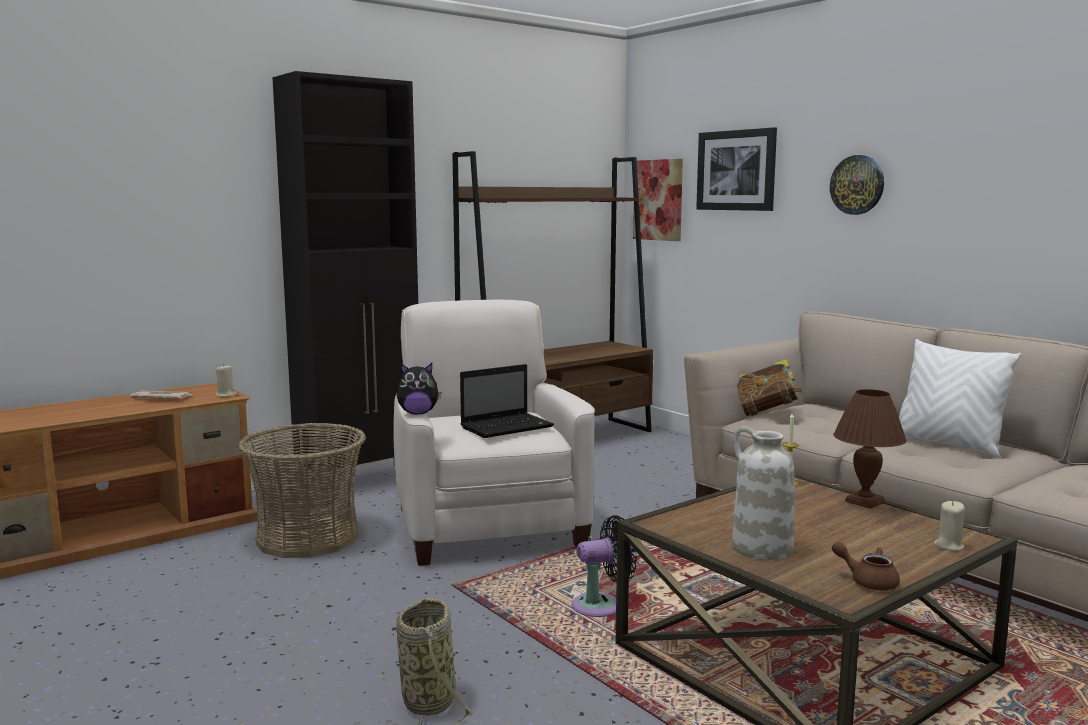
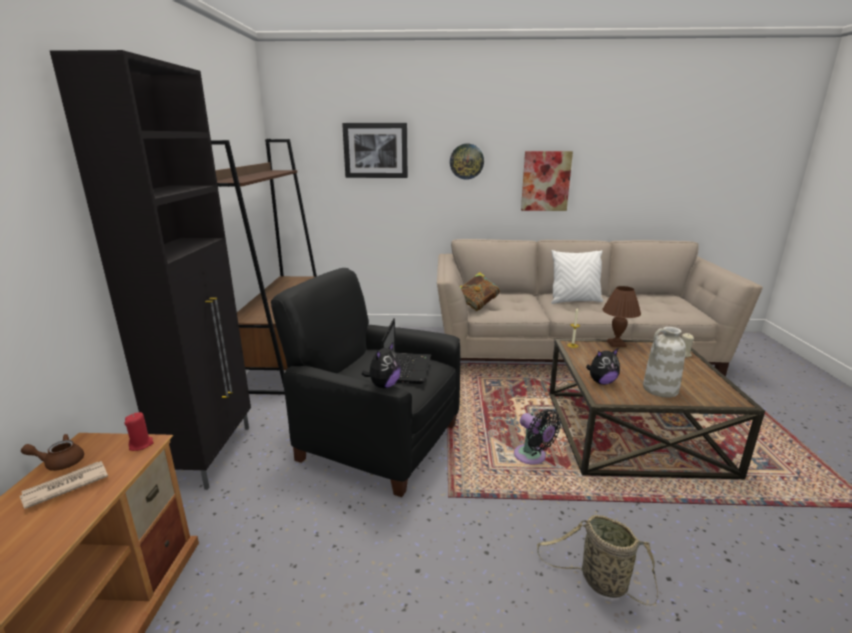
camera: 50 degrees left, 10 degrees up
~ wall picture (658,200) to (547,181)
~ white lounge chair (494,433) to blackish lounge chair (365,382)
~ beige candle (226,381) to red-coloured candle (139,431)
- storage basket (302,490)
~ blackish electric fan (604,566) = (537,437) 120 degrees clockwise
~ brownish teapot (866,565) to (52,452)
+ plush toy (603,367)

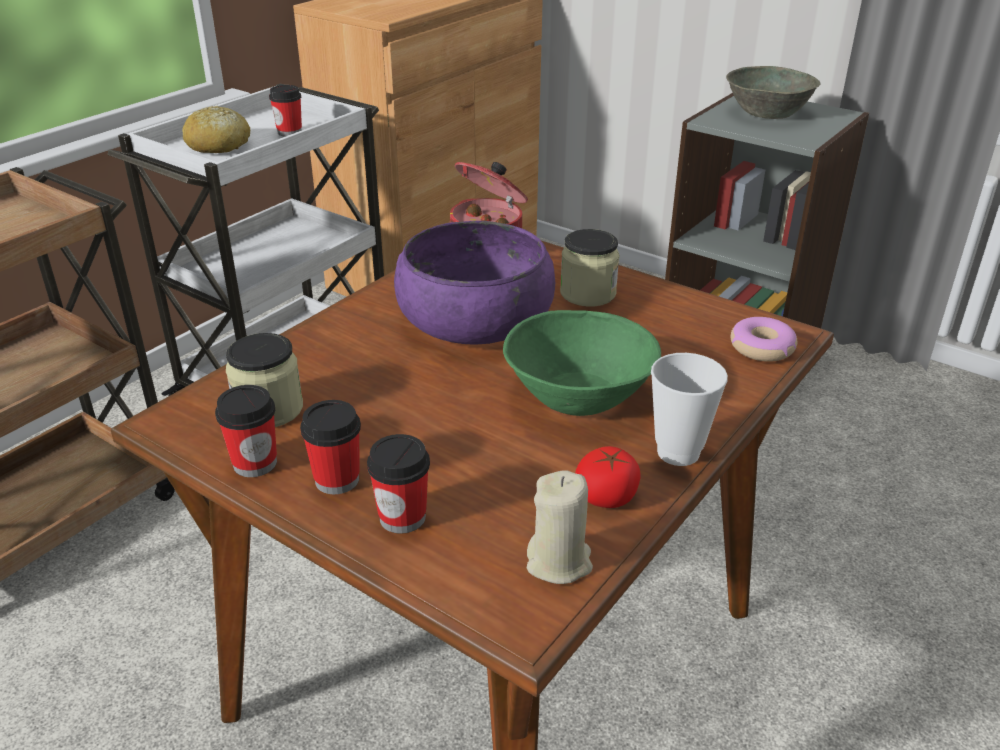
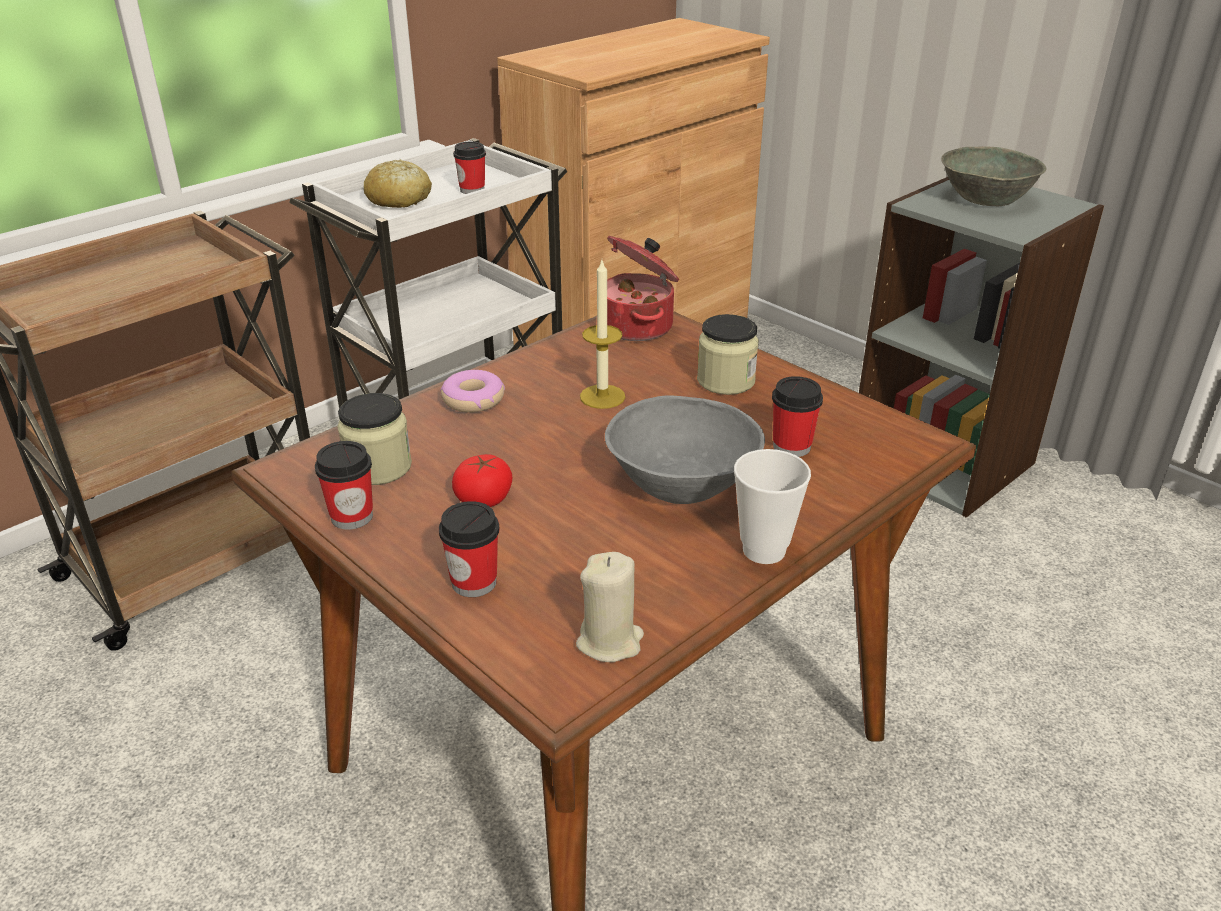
camera: 10 degrees right, 0 degrees up
~ purplish deep dish (474,283) to candle (602,334)
~ green-coloured deep dish (582,363) to greyish deep dish (685,449)
~ doughnut (764,339) to (472,391)
~ drinking cup (330,447) to (797,416)
~ fresh tomato (608,477) to (482,480)

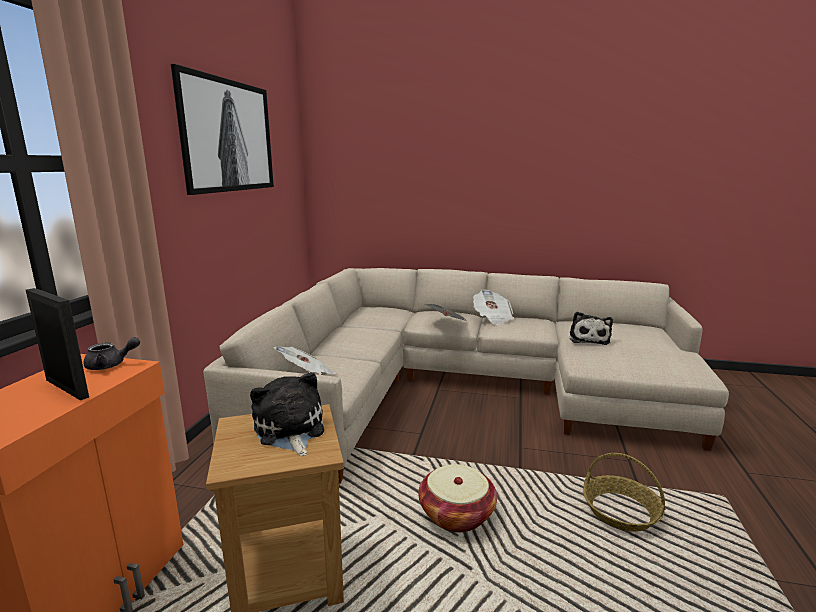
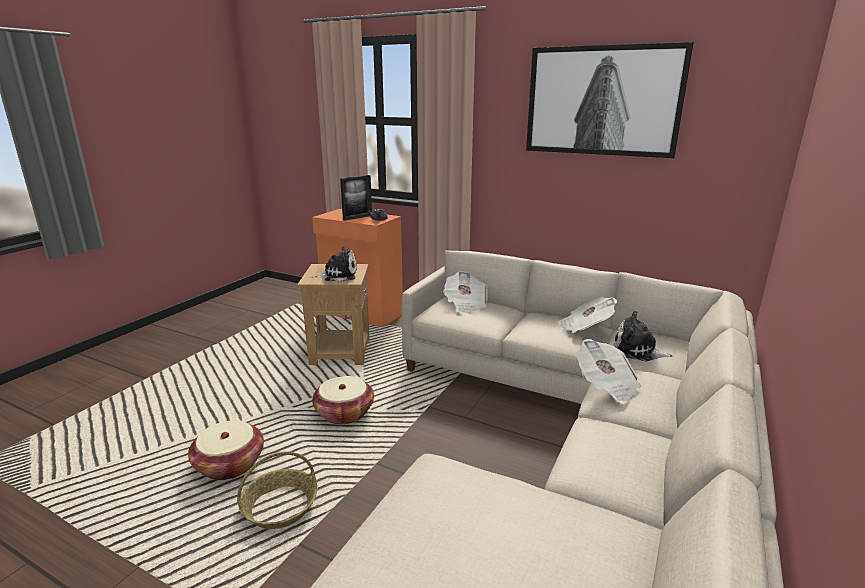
camera: 105 degrees right, 5 degrees up
~ newspaper (493,307) to (587,315)
~ plush toy (591,328) to (643,336)
+ storage basket (226,450)

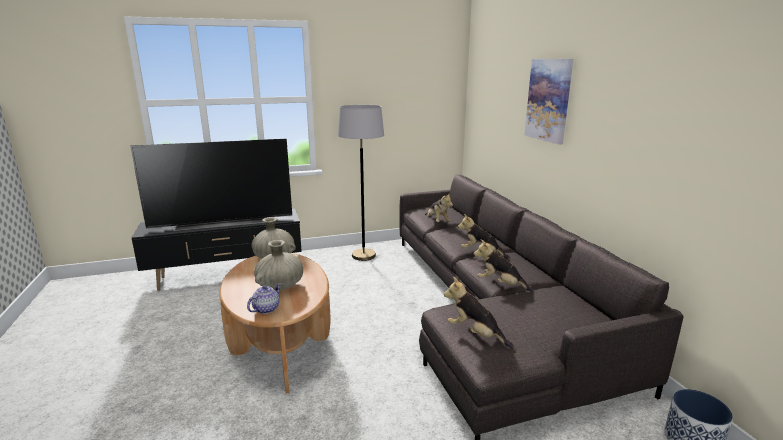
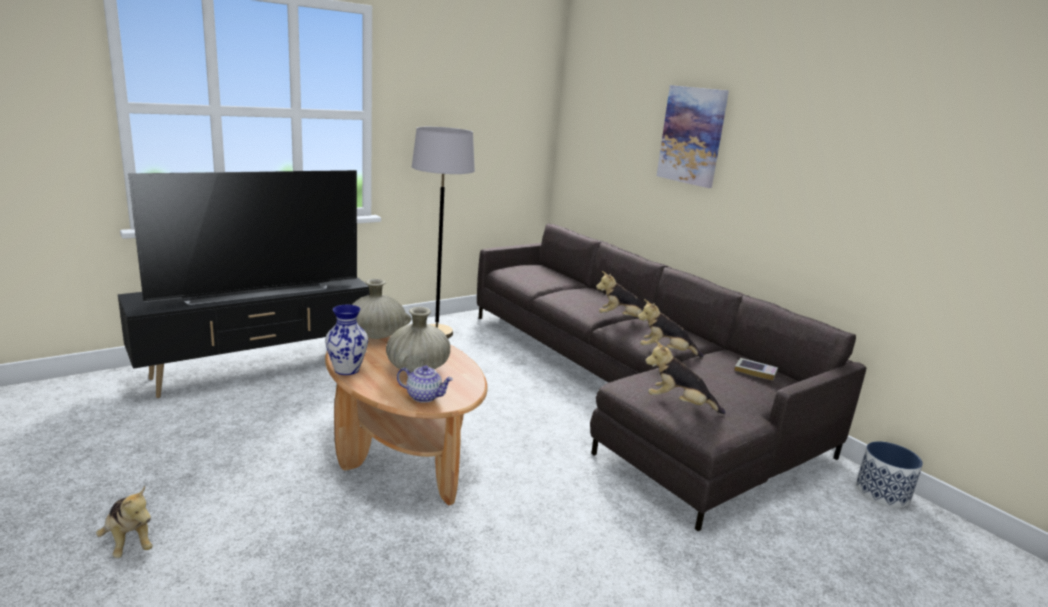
camera: 20 degrees left, 0 degrees up
~ plush toy (439,207) to (124,522)
~ teapot (264,298) = (425,384) 90 degrees clockwise
+ vase (346,340)
+ volume (756,369)

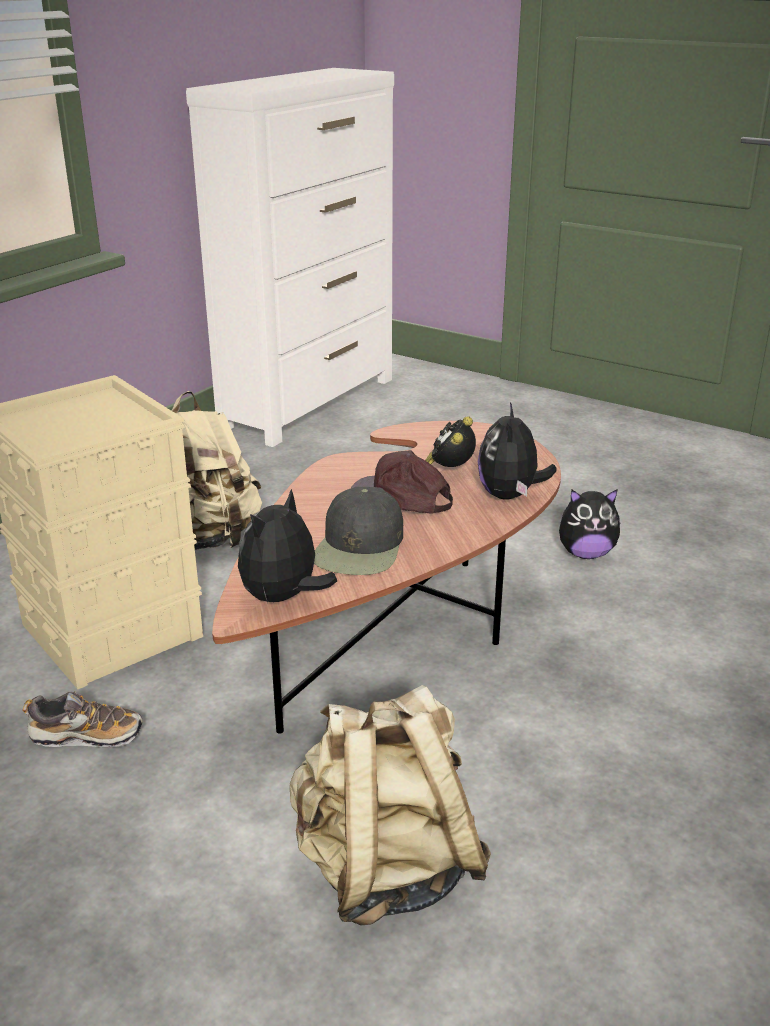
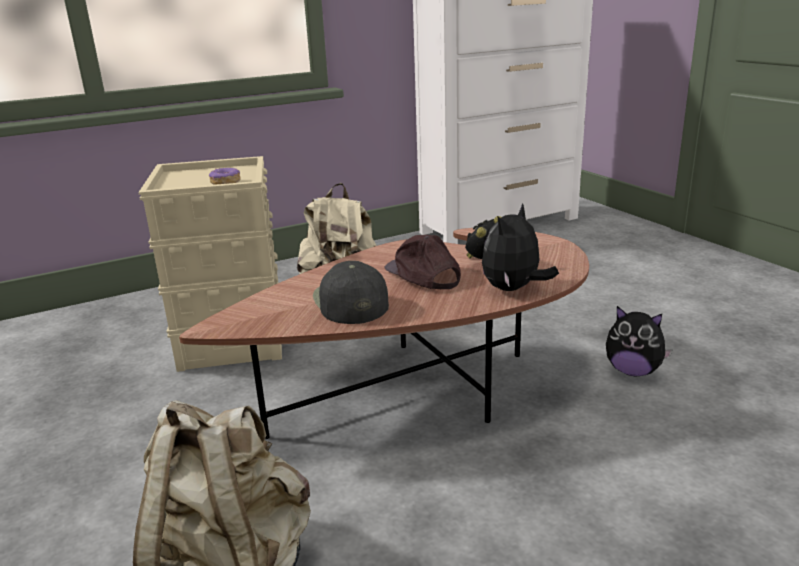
camera: 30 degrees right, 5 degrees down
~ blackish peaked cap (358,531) = (351,292) 120 degrees clockwise
- plush toy (287,546)
- shoe (82,719)
+ doughnut (225,176)

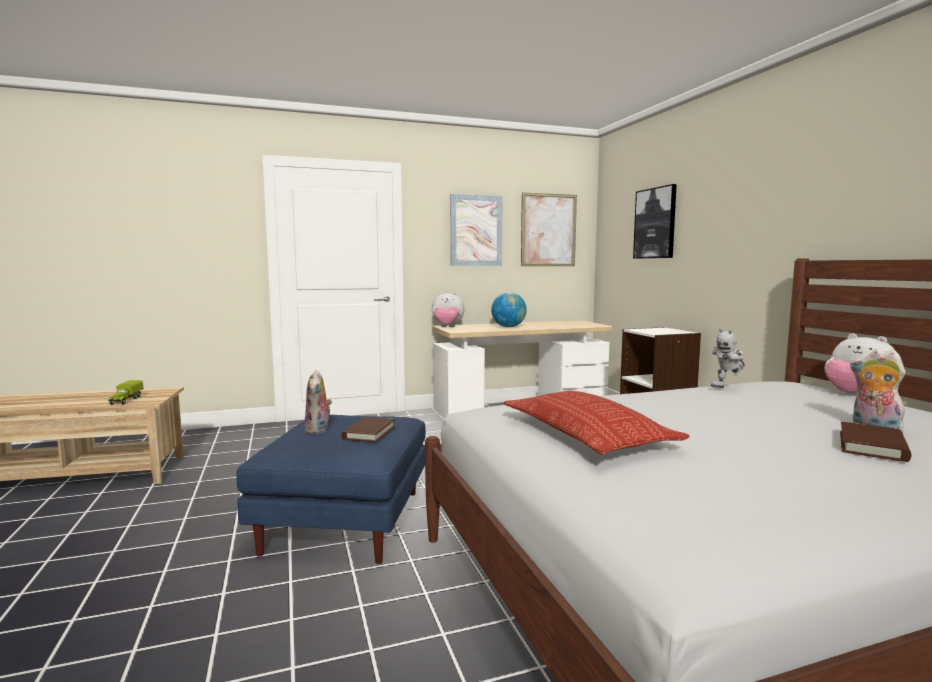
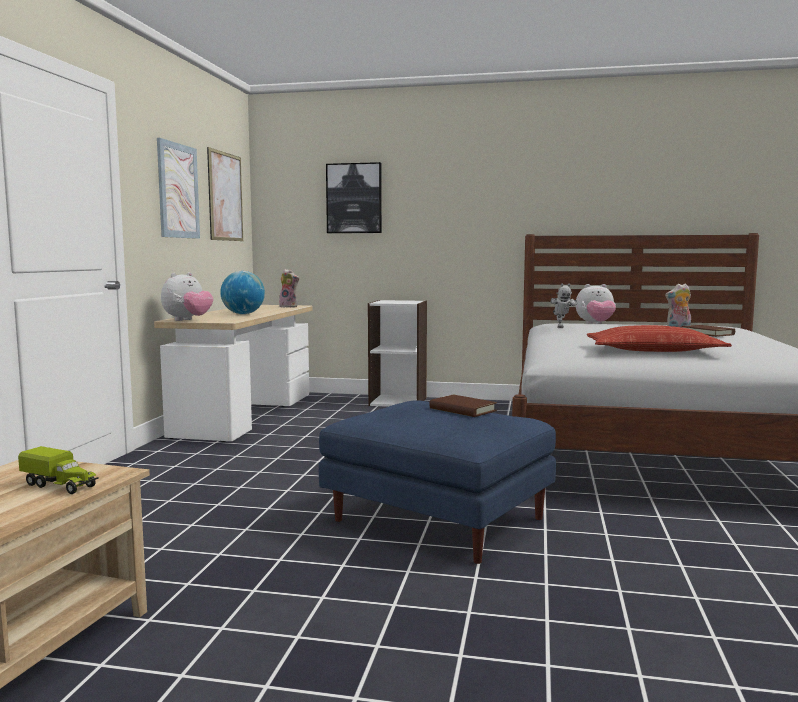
camera: 60 degrees left, 0 degrees up
~ plush toy (318,402) to (289,288)

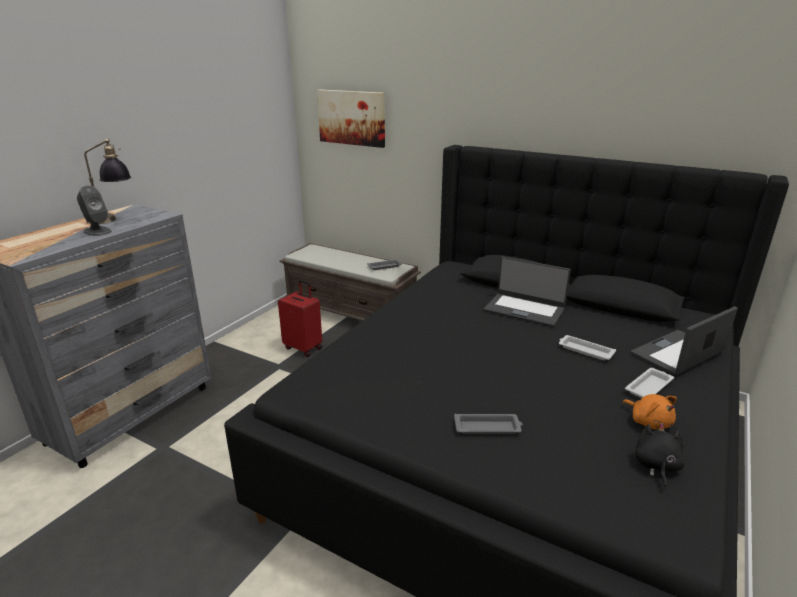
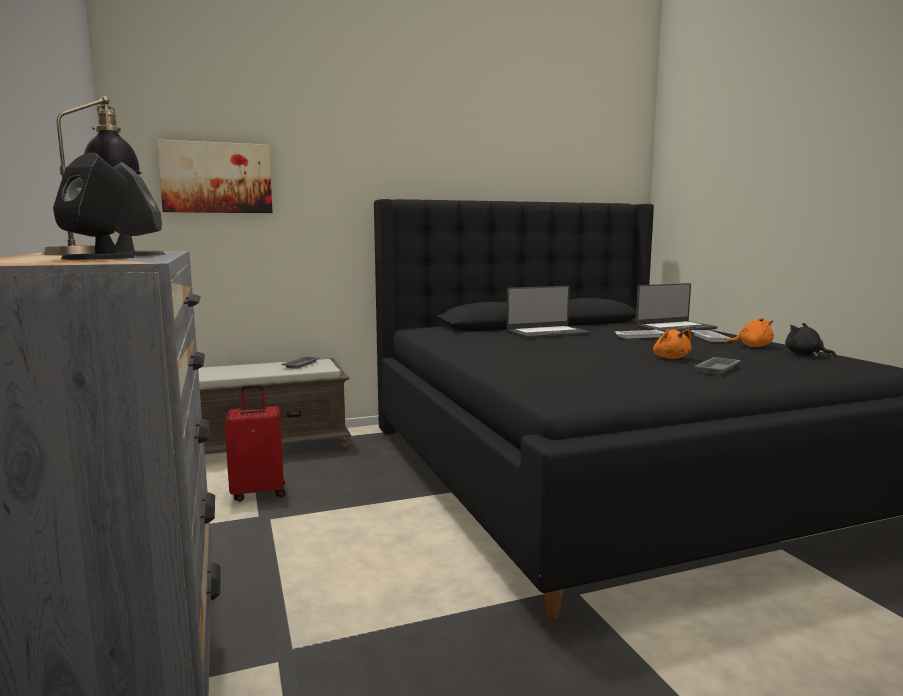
camera: 50 degrees left, 15 degrees down
~ laptop (684,340) = (676,307) 120 degrees counterclockwise
+ blackish loudspeaker (94,206)
+ orangey plush toy (672,344)

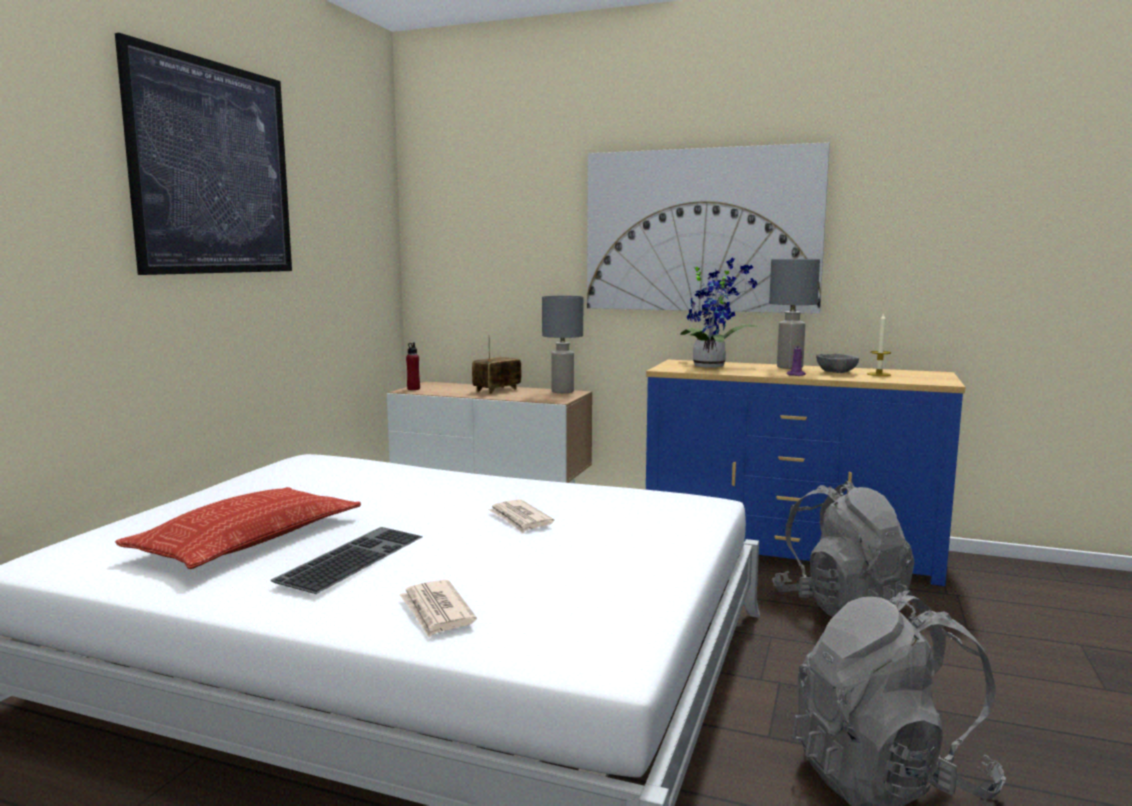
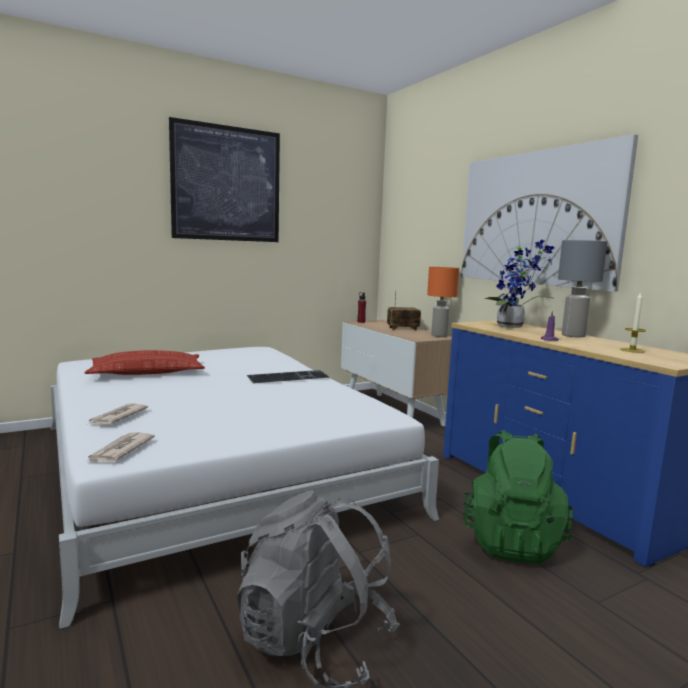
camera: 40 degrees right, 0 degrees up
~ greyish lamp for a table (562,344) to orangey lamp for a table (443,302)
- greyish deep dish (837,363)
~ greyish backpack (843,549) to green-coloured backpack (518,496)
~ newspaper (521,516) to (120,447)
~ keyboard (346,560) to (288,376)

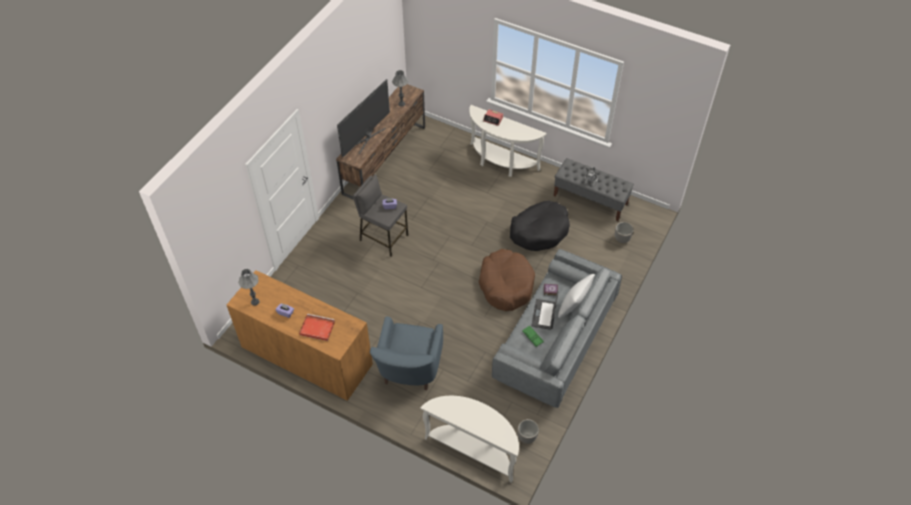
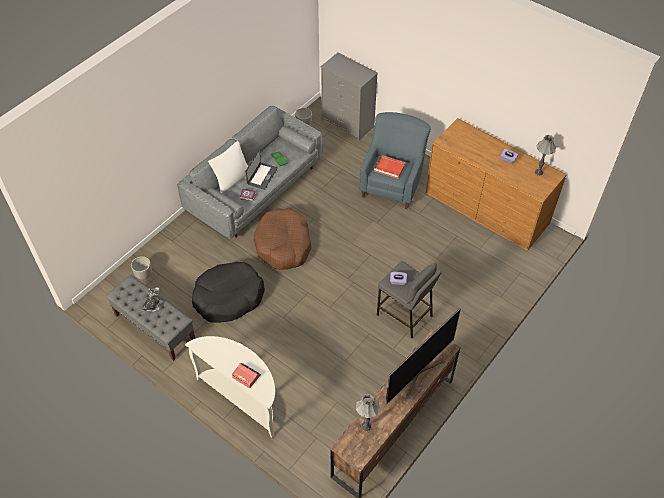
camera: 170 degrees left, 0 degrees up
~ red-coloured tray (317,327) to (390,167)
~ white narrow table (469,439) to greyish drawer chest (349,97)

